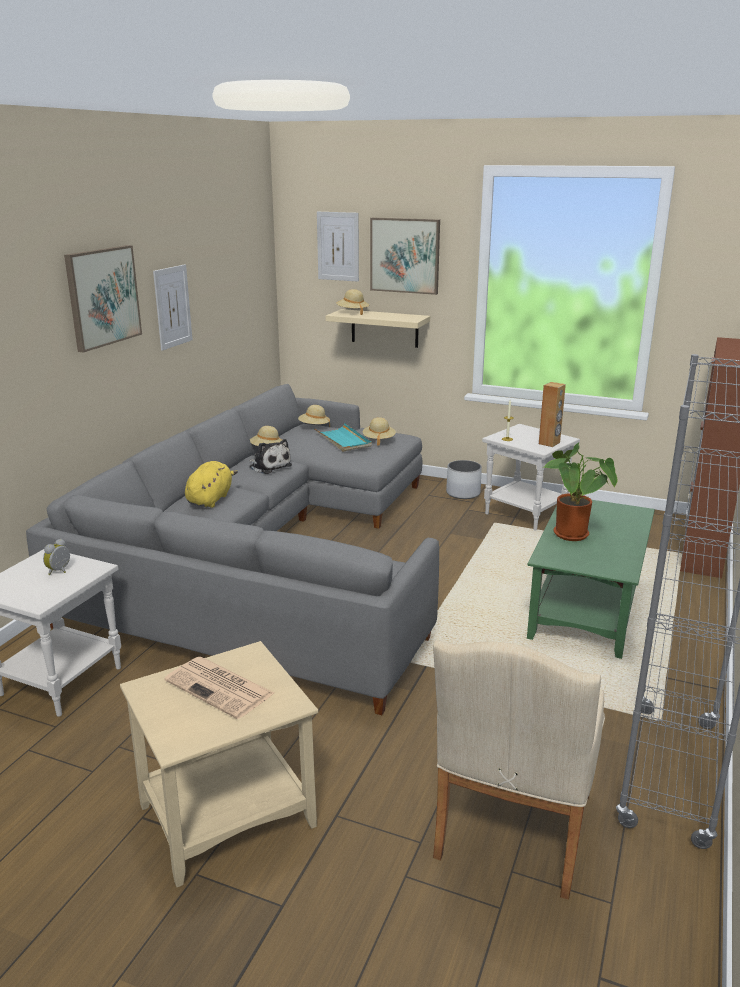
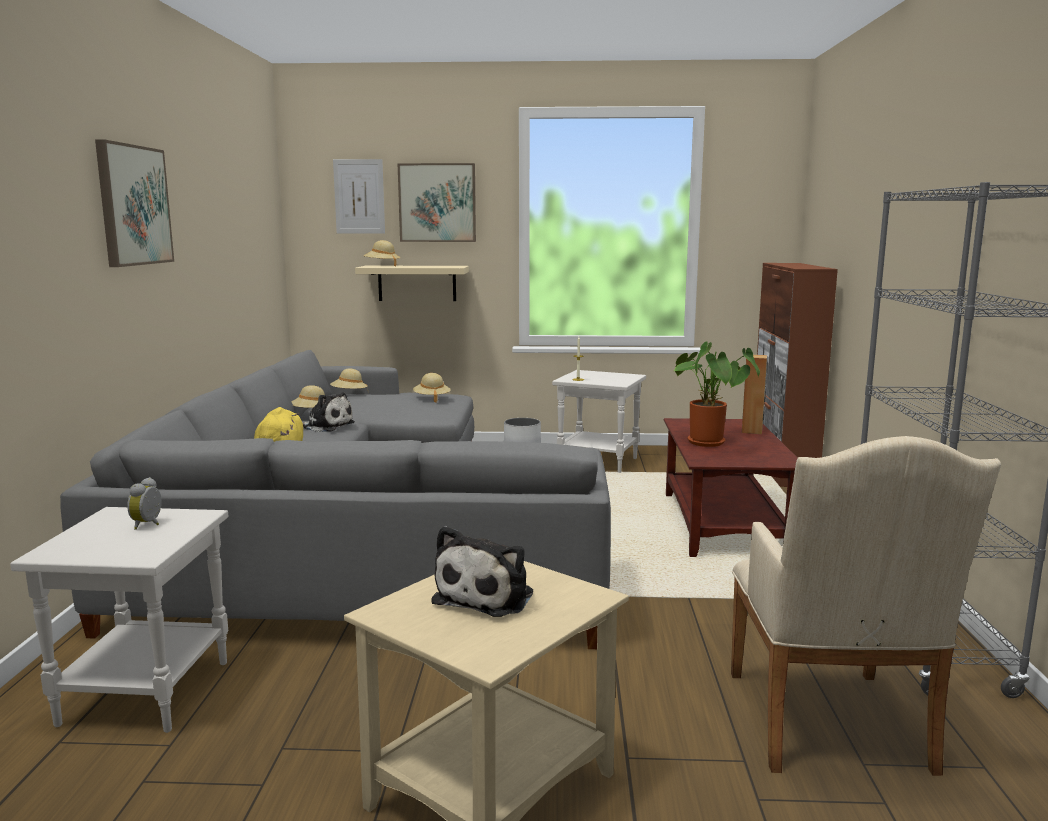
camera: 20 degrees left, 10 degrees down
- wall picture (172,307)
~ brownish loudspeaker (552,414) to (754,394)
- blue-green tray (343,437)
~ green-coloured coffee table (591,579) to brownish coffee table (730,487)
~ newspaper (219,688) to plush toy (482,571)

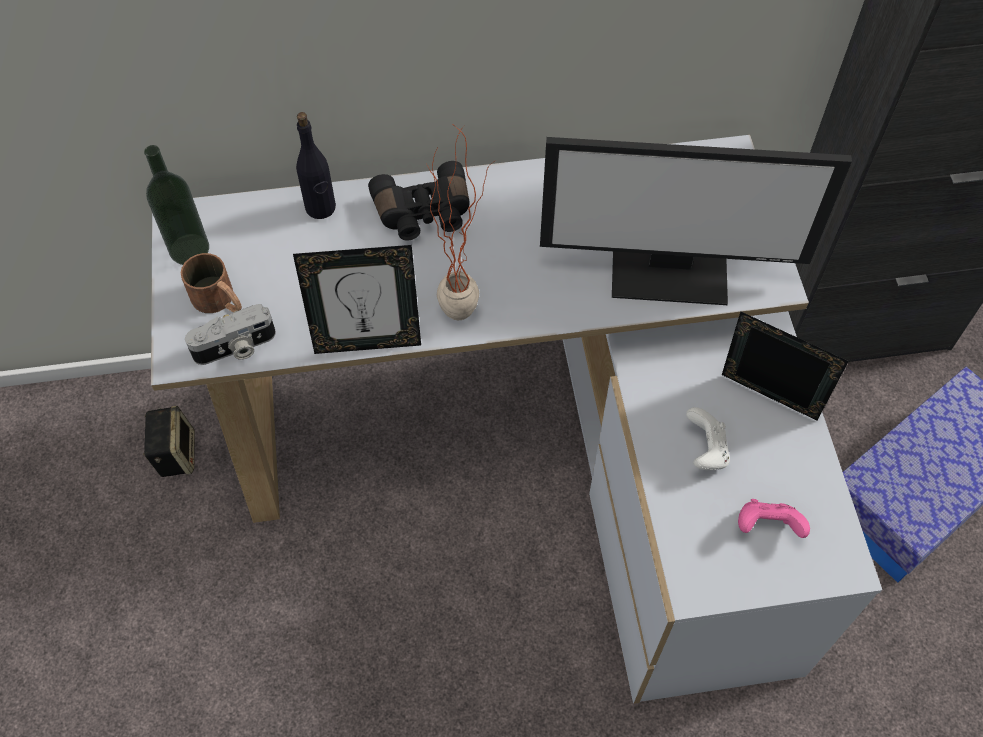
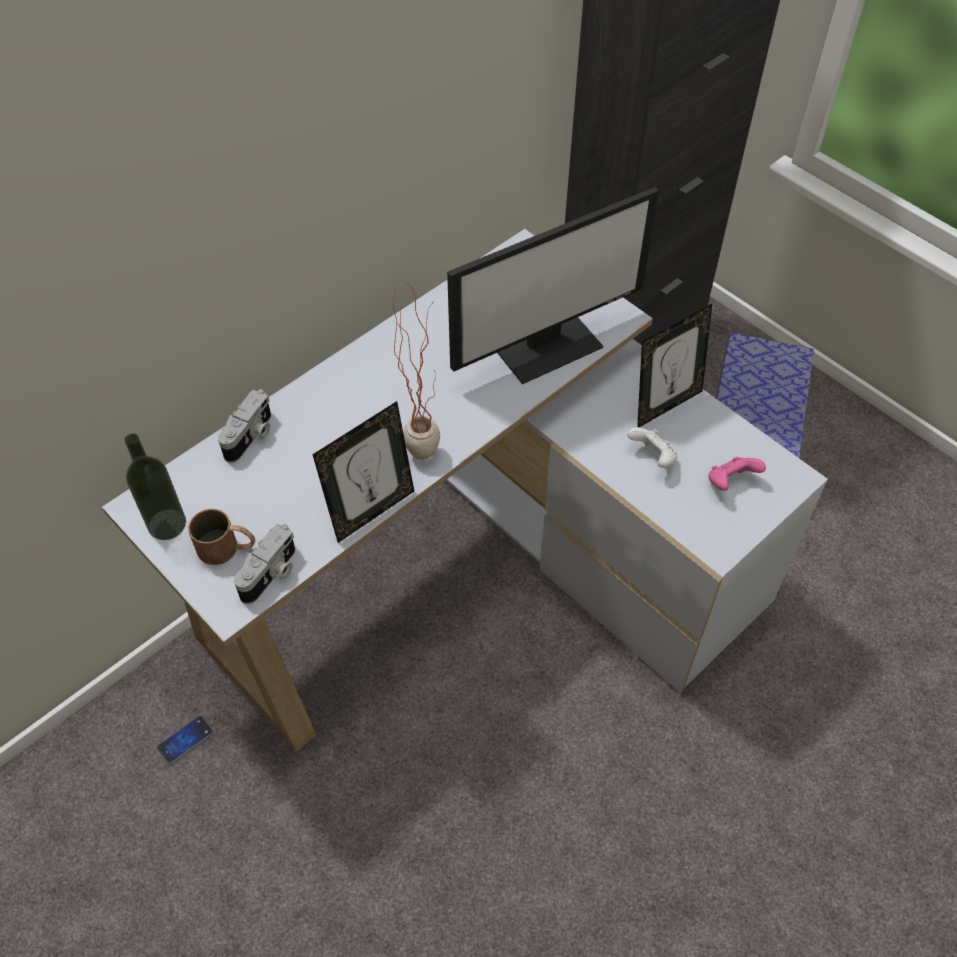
camera: 35 degrees left, 5 degrees down
~ blackish drink bottle (316,165) to still camera (244,426)
- blackish field glasses (419,201)
~ photo frame (785,365) = (674,365) 150 degrees clockwise
~ loudspeaker (169,441) to phone (185,740)

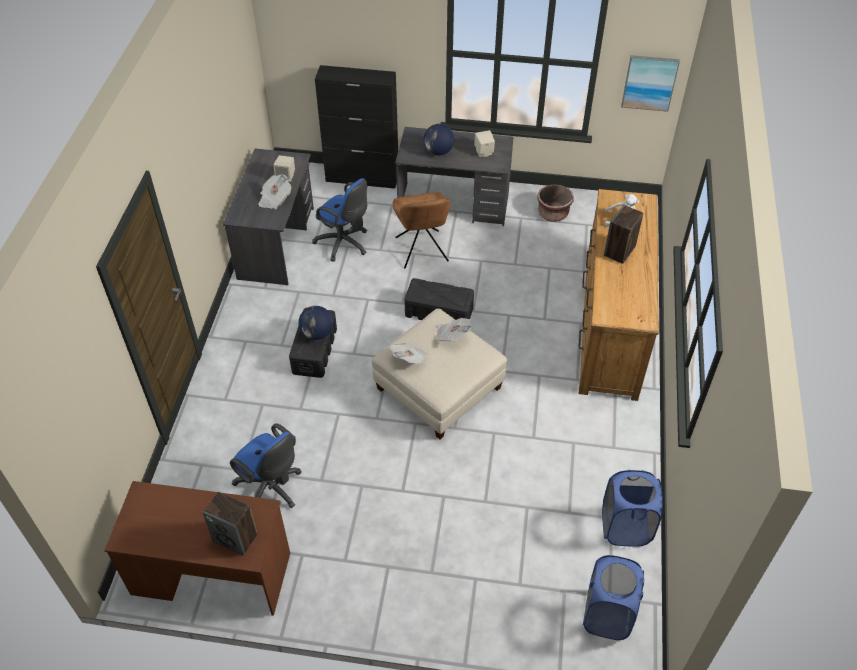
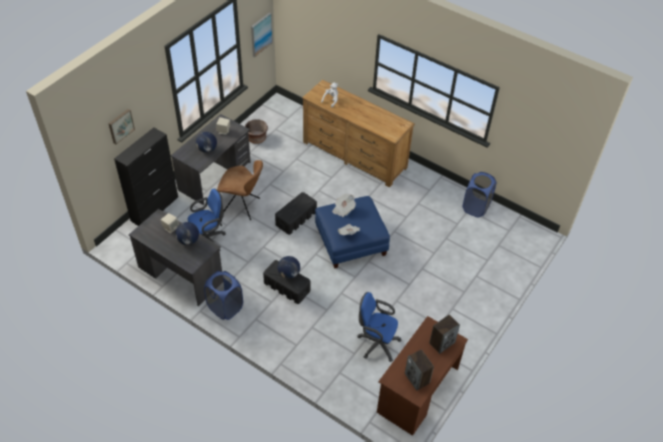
camera: 65 degrees left, 0 degrees up
~ newspaper (274,191) to globe (187,233)
~ loudspeaker (623,234) to (419,370)
~ beige footrest (439,373) to bluish footrest (352,232)
~ bluish office chair (266,465) = (379,327) 135 degrees counterclockwise
~ bluish hamper (613,597) to (223,295)
+ wall picture (121,126)

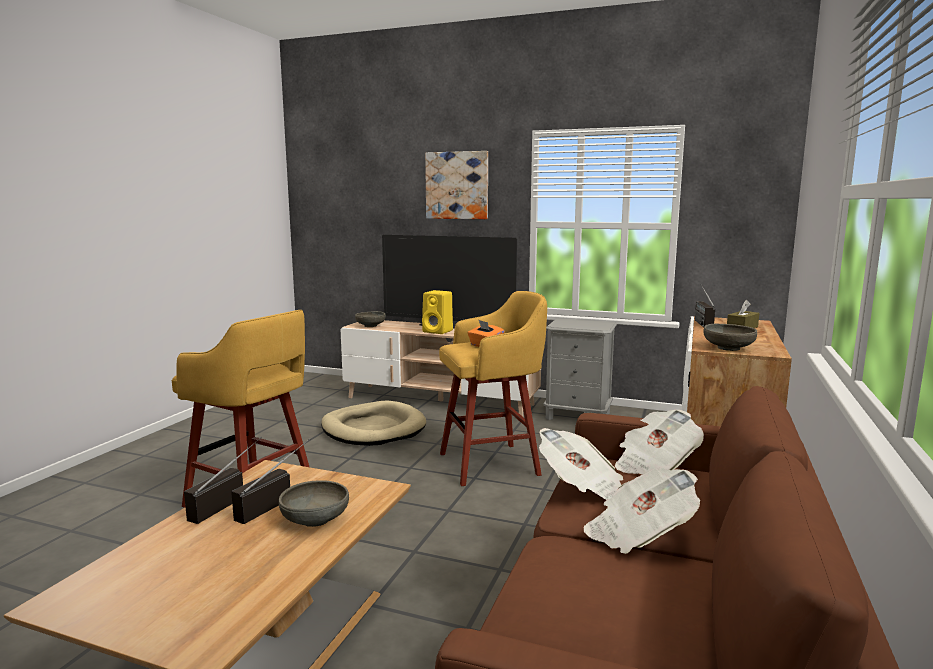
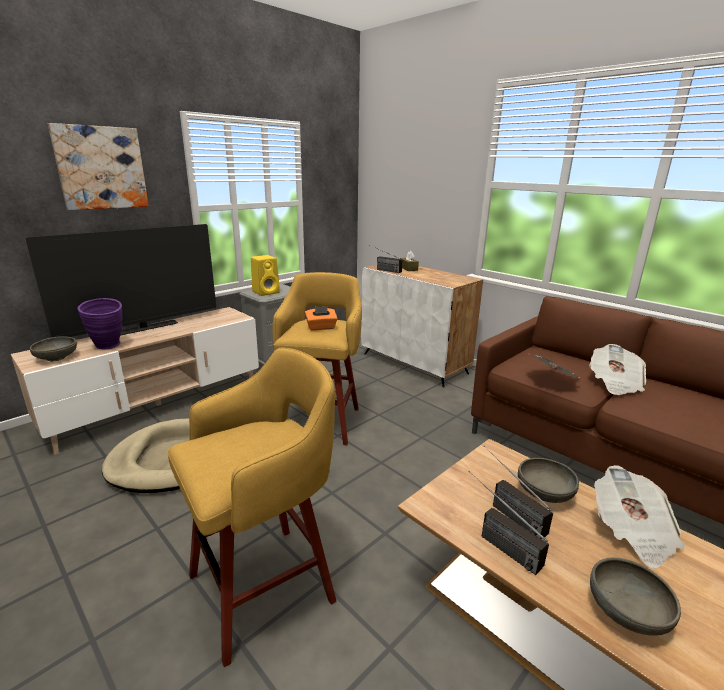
camera: 65 degrees left, 10 degrees up
~ yellow loudspeaker (437,312) to (265,275)
~ greyish deep dish (730,337) to (635,597)
~ newspaper (659,442) to (639,517)
+ purplish vase (100,324)

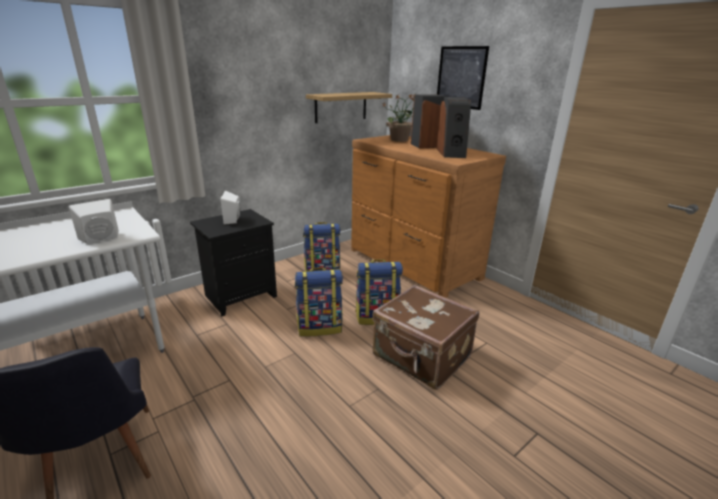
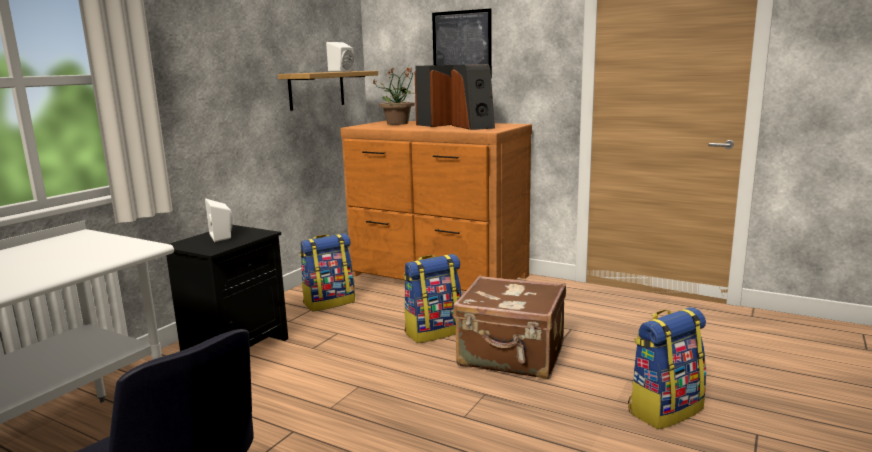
camera: 20 degrees left, 10 degrees down
~ white loudspeaker (94,221) to (340,57)
~ backpack (318,302) to (667,368)

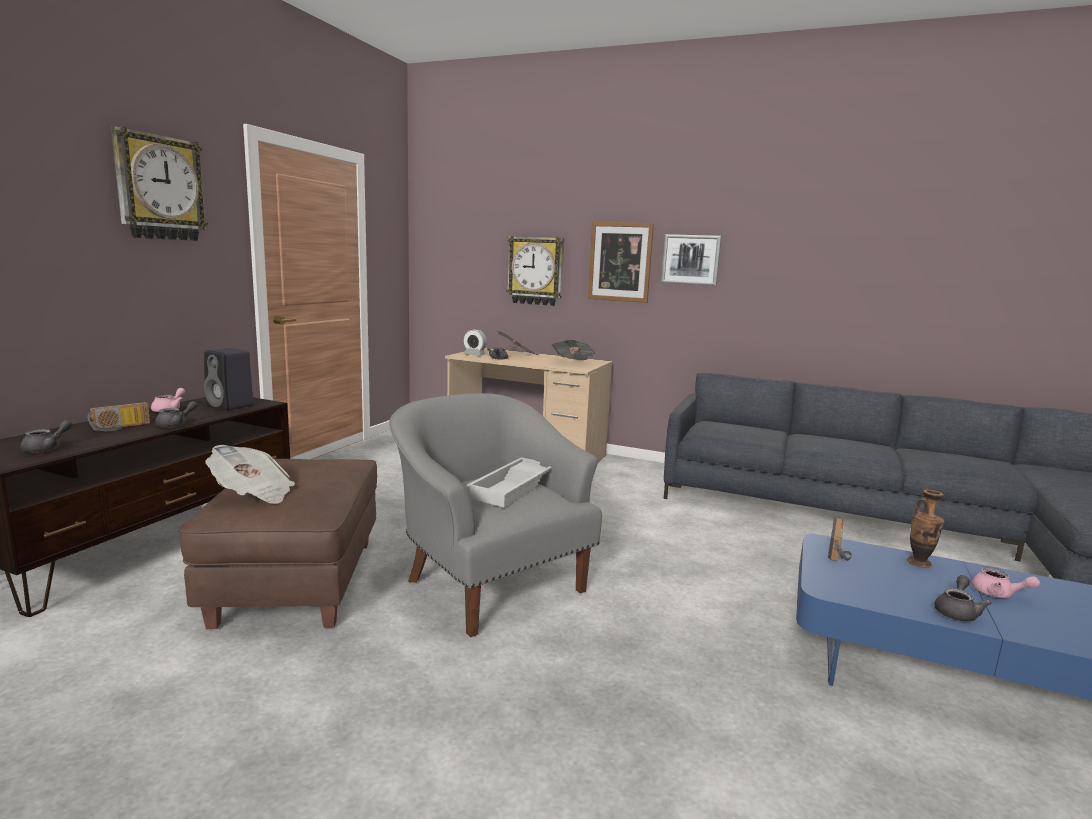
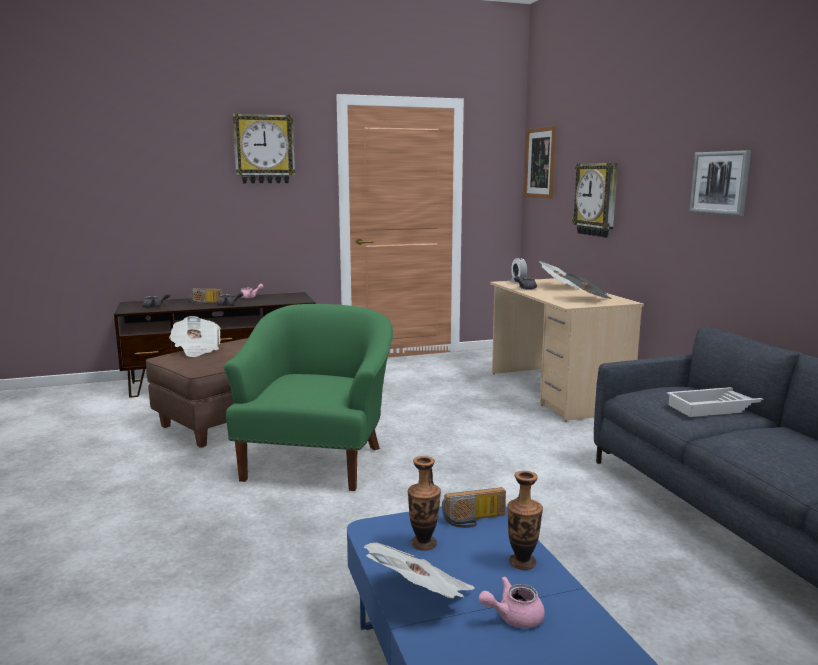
camera: 50 degrees right, 0 degrees up
~ wall picture (621,262) to (540,162)
- blackish loudspeaker (229,379)
~ greyish lounge chair (495,515) to green-coloured lounge chair (308,397)
~ white tray (509,482) to (715,402)
~ pinkish teapot (1006,583) = (512,602) 75 degrees clockwise
~ greyish teapot (963,598) to newspaper (419,571)
+ vase (424,503)

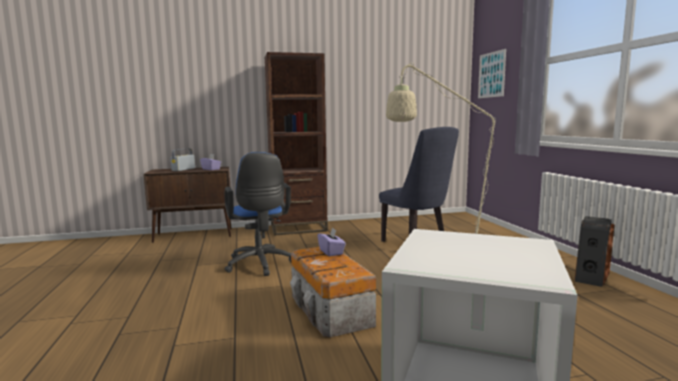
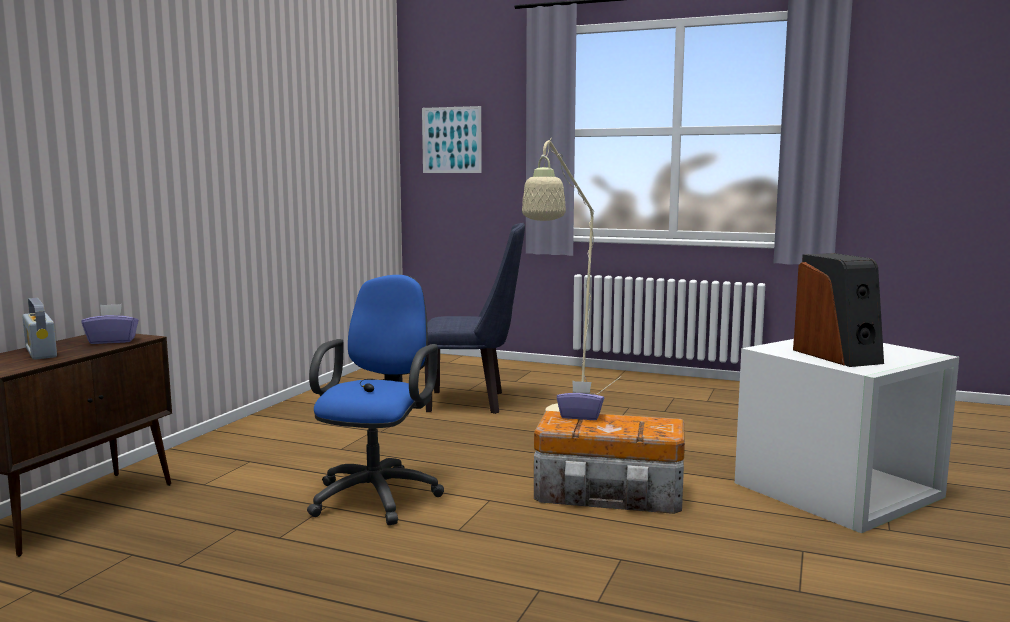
camera: 55 degrees left, 0 degrees up
- brownish bookcase (296,143)
~ bluish office chair (258,214) = (375,400) 90 degrees counterclockwise
~ loudspeaker (594,251) to (838,310)

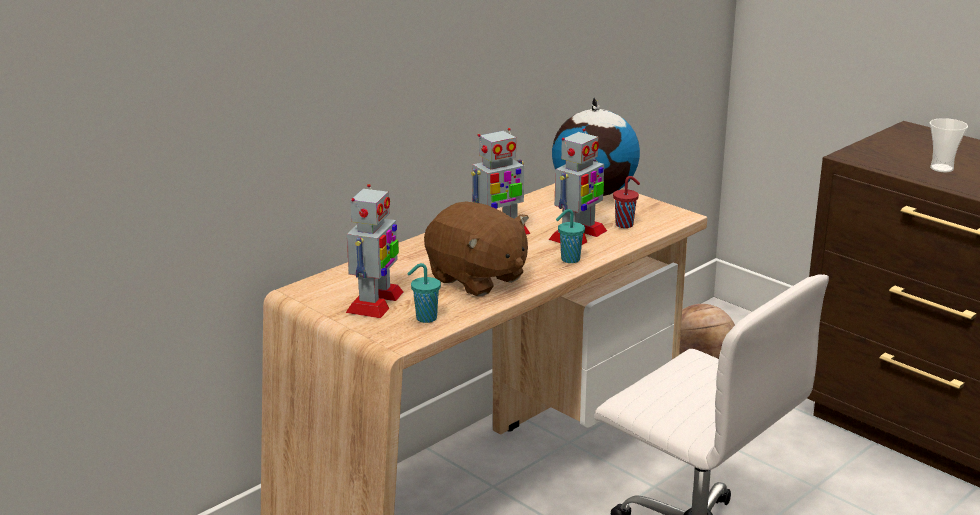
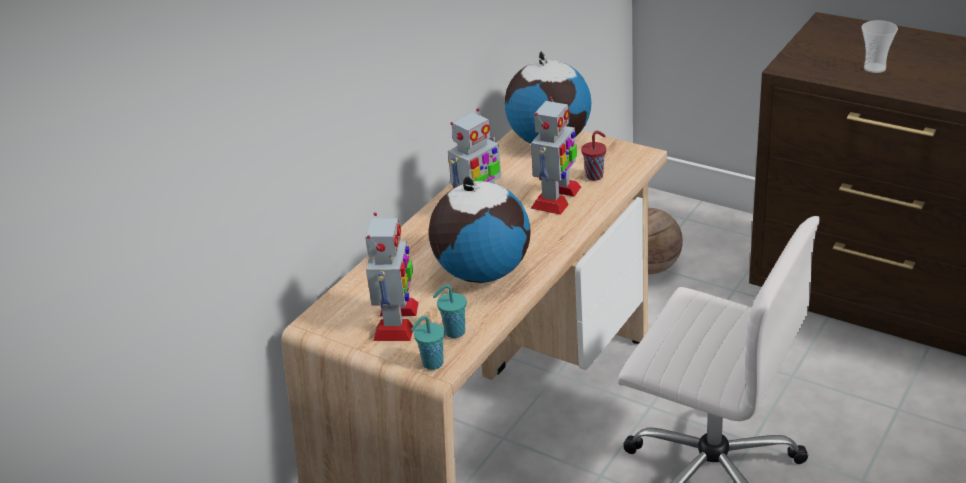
camera: 10 degrees left, 10 degrees up
~ brownish plush toy (476,248) to globe (479,229)
~ blue-green drinking cup (570,236) to (428,343)

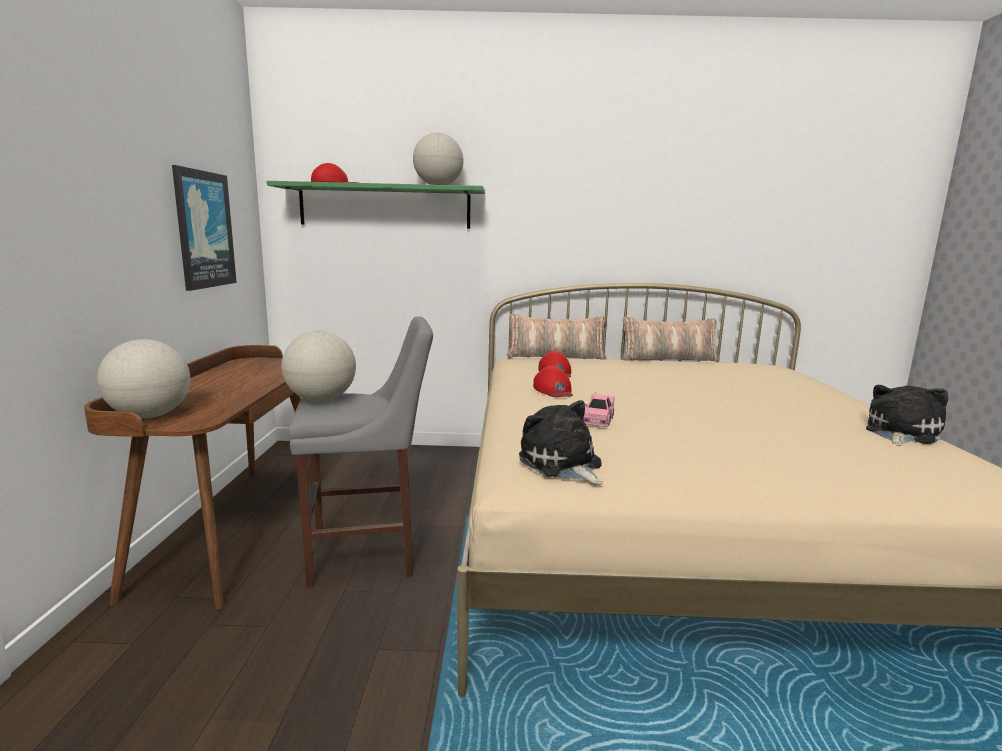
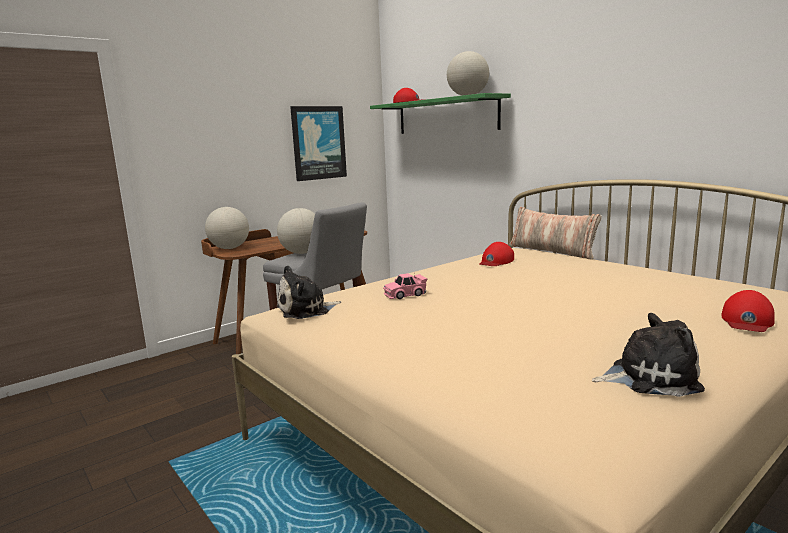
camera: 50 degrees right, 0 degrees up
- throw pillow (671,339)
~ red-coloured peaked cap (553,381) to (748,311)
~ plush toy (561,442) = (309,292) 135 degrees counterclockwise

